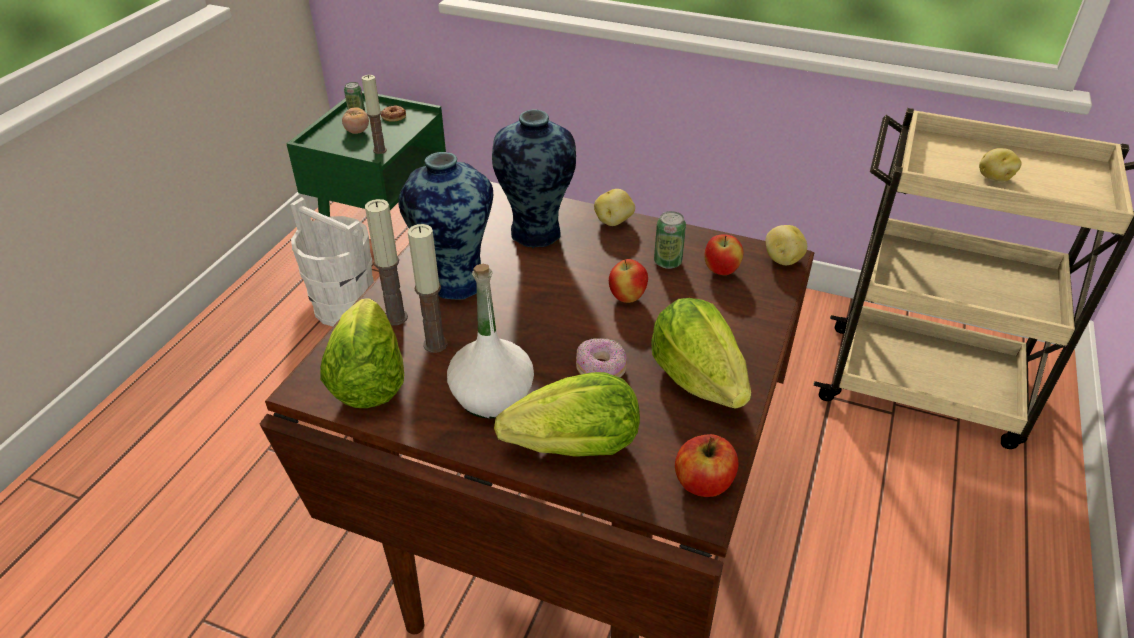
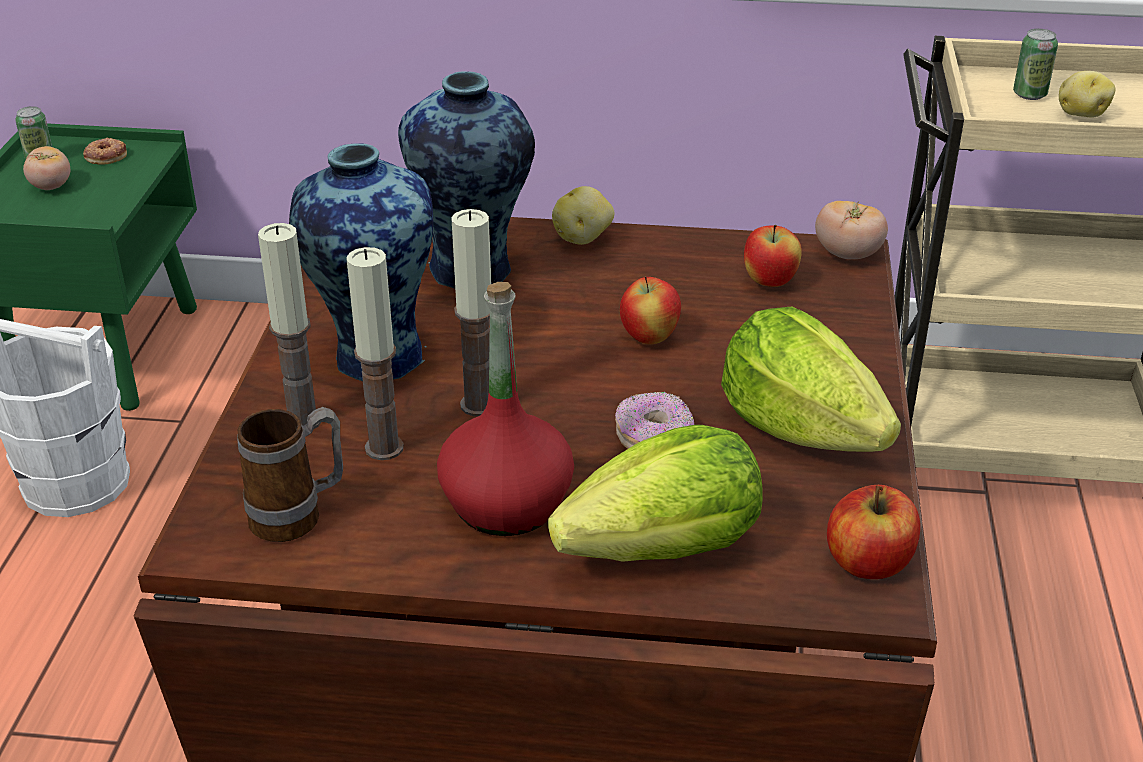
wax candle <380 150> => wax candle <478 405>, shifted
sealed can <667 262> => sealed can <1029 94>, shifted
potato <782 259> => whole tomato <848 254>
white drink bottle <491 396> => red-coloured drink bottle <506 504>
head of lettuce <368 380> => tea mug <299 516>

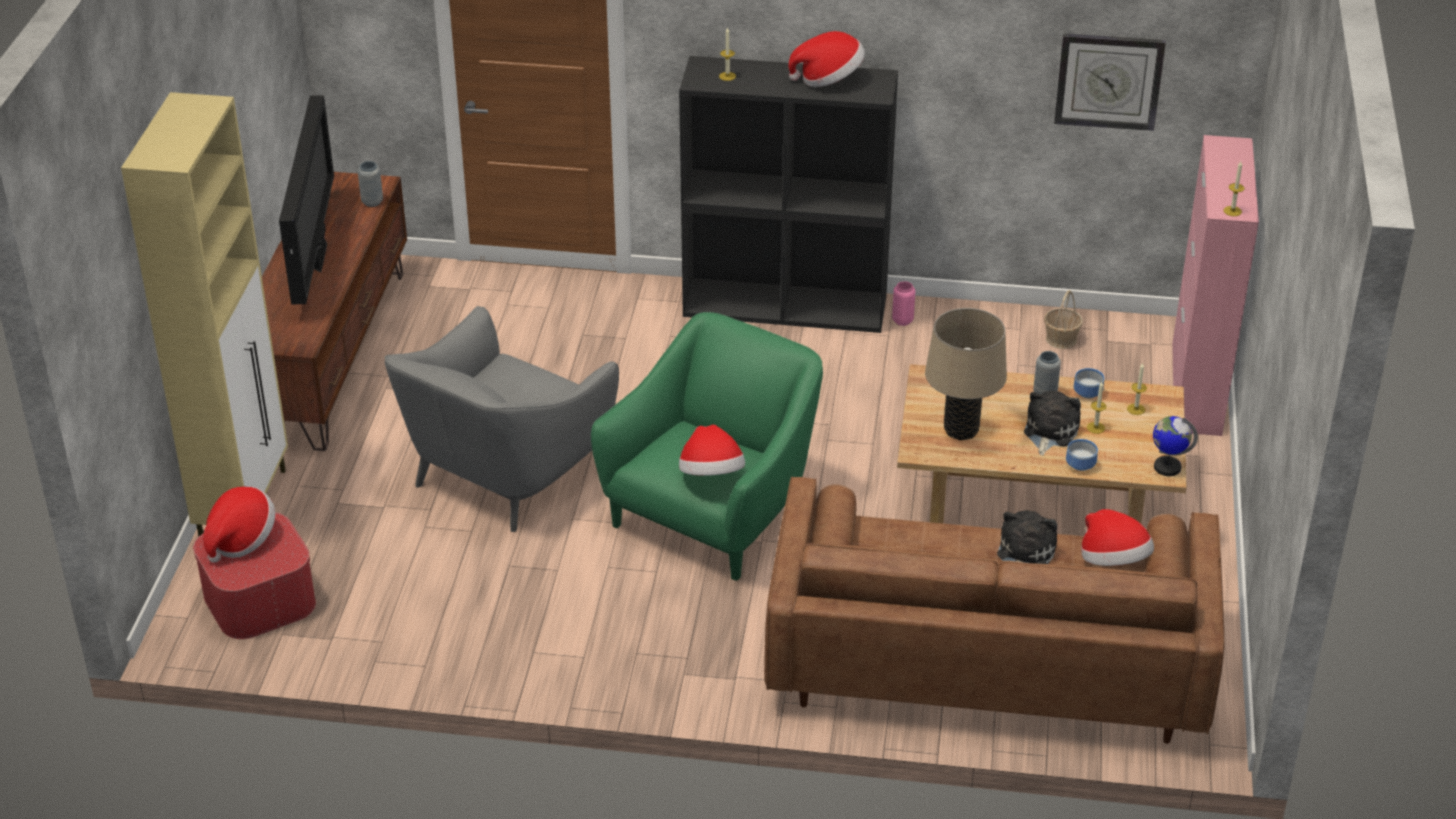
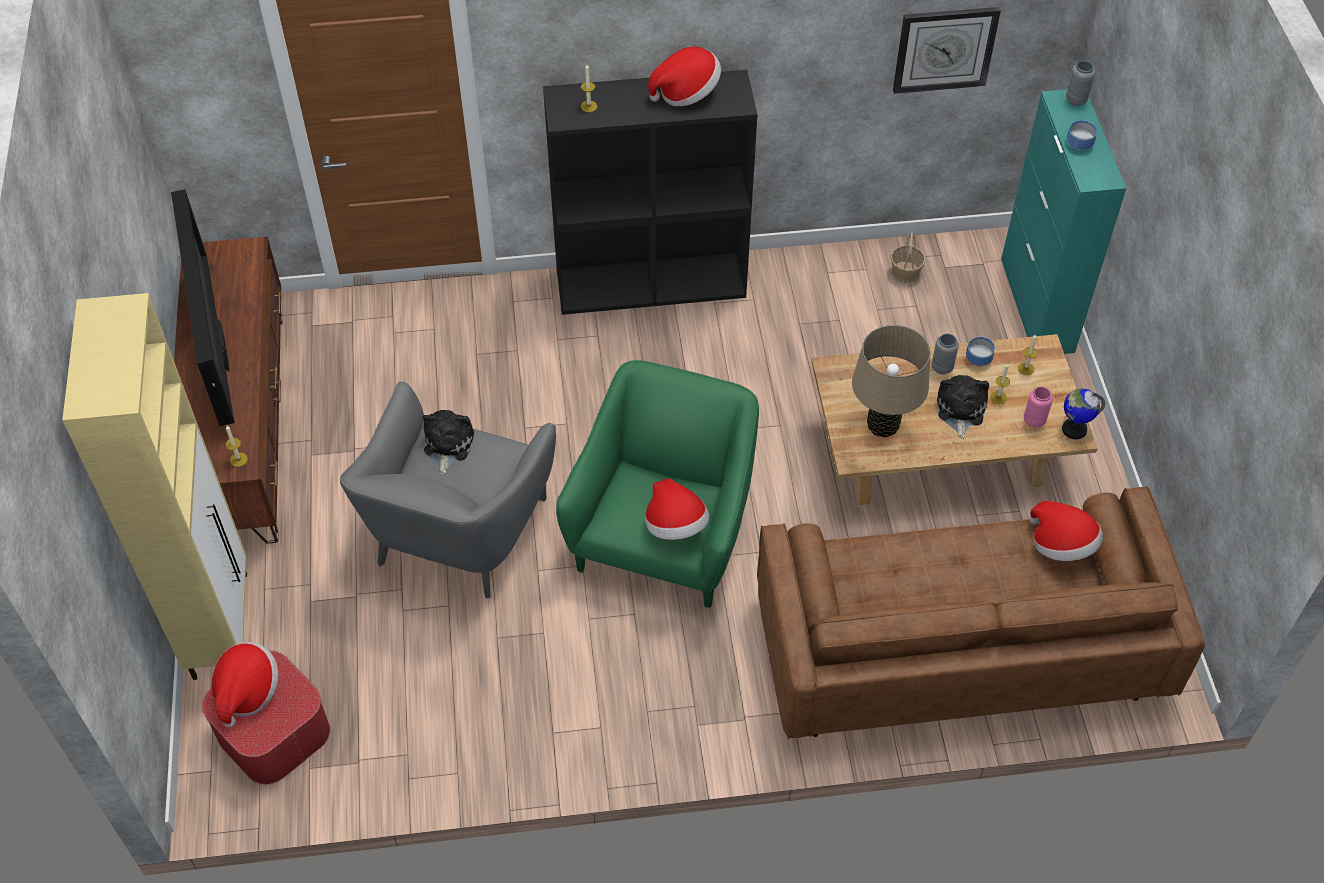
pink-coloured cabinet <1196 389> => turquoise-coloured cabinet <1037 305>
grey decorative vase <372 202> => grey decorative vase <1076 100>, shifted
wax candle <1232 211> => wax candle <238 459>, shifted
pink-coloured decorative vase <902 321> => pink-coloured decorative vase <1034 421>, shifted
bowl <1079 465> => bowl <1078 145>, shifted
plush toy <1024 554> => plush toy <447 445>, shifted

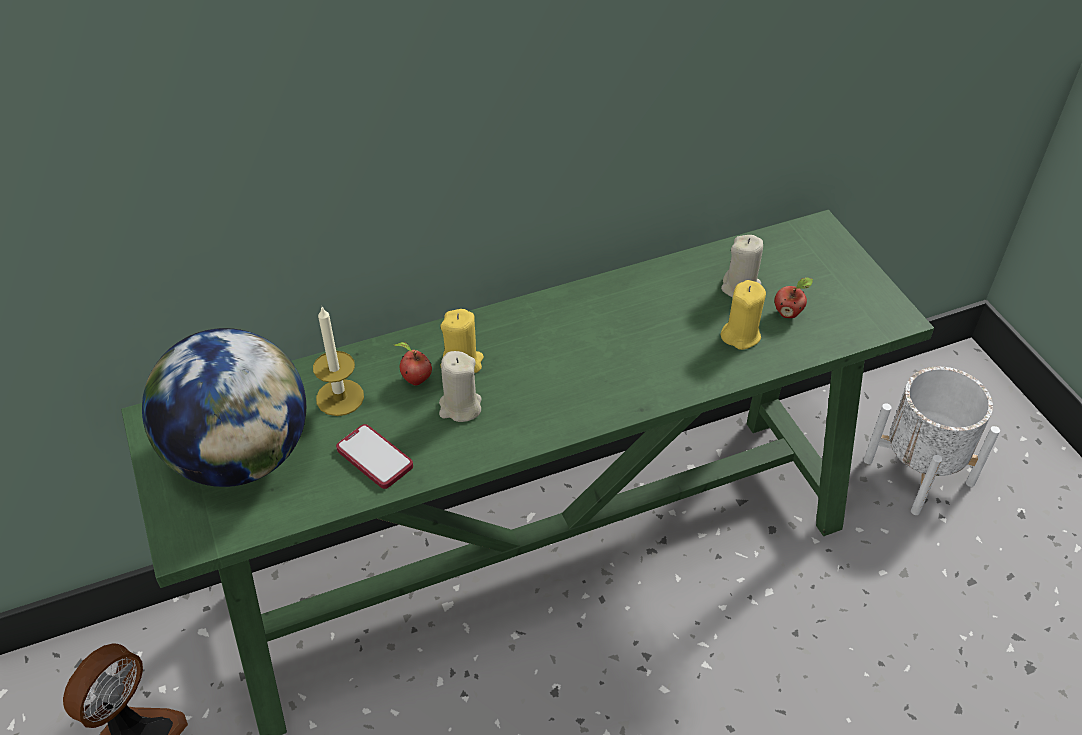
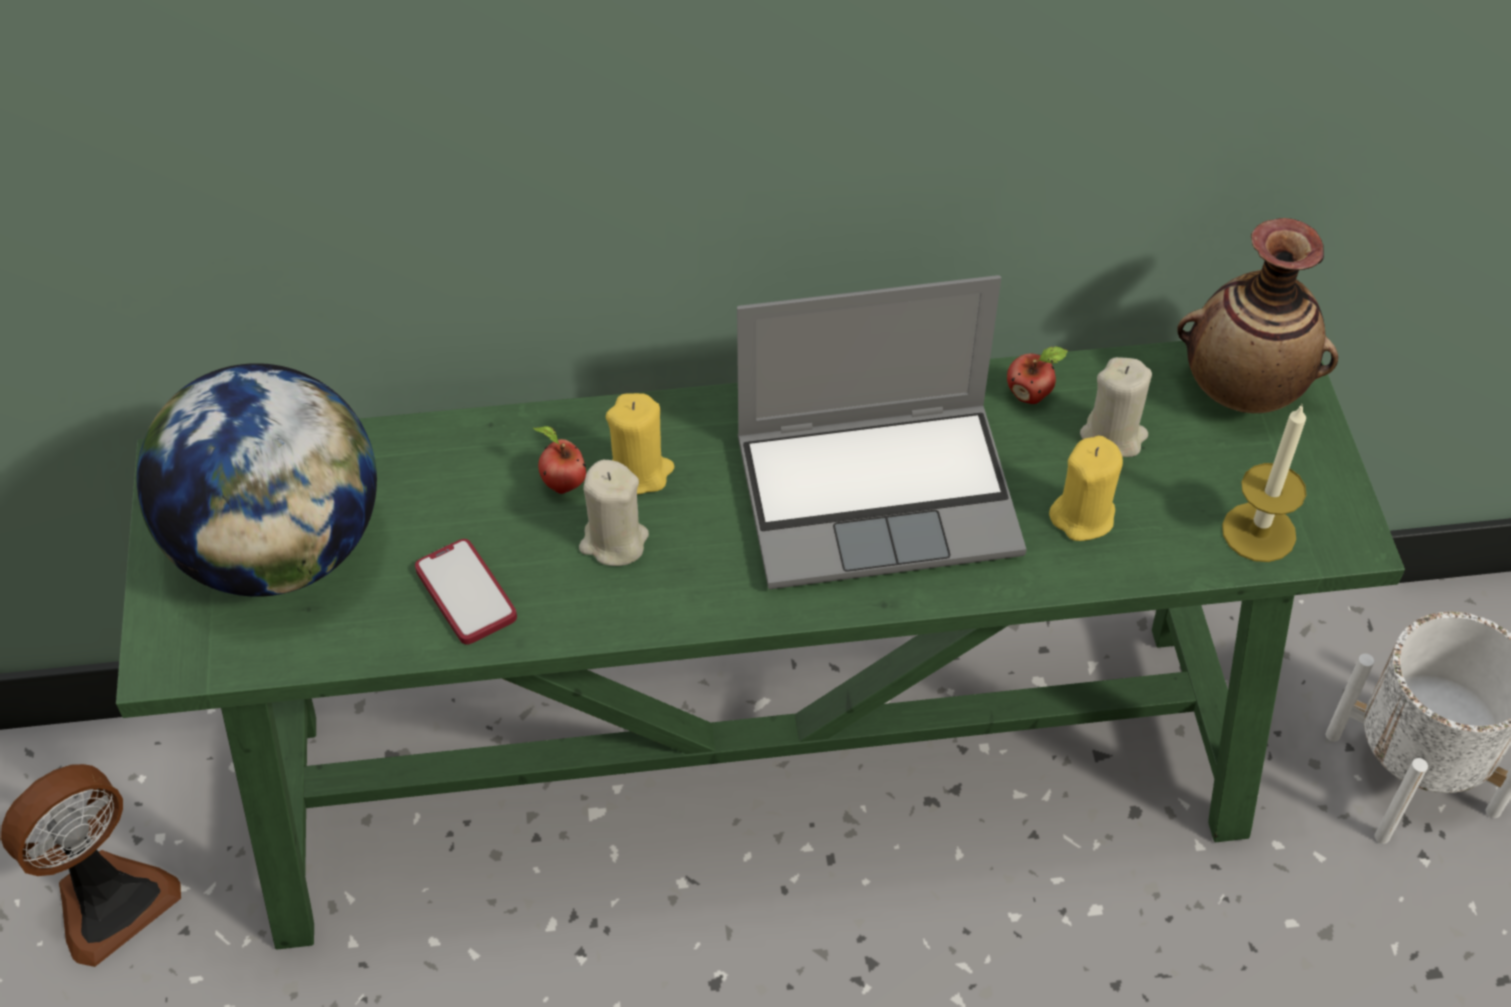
apple <788 313> => apple <1031 395>, shifted
wax candle <340 397> => wax candle <1259 532>, shifted
nothing => decorative vase <1243 389>
nothing => portable computer <880 494>

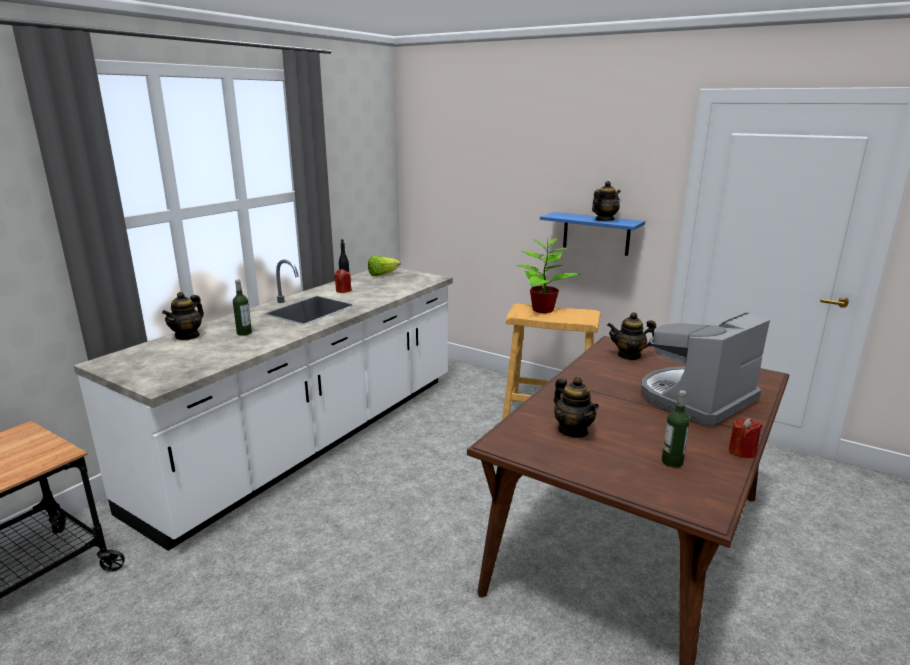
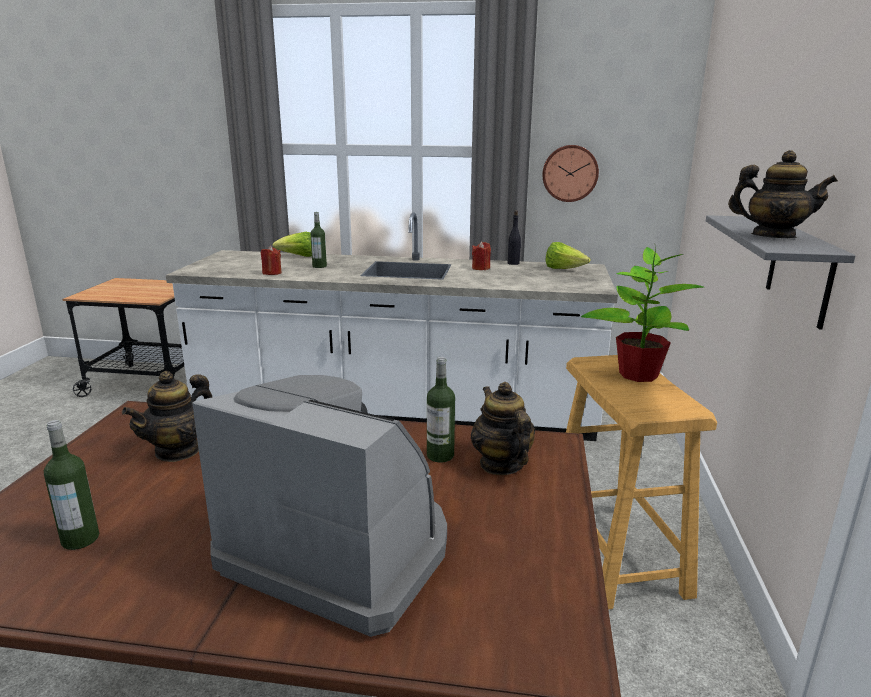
bluish wall shelf <596 233> => grey wall shelf <799 270>
teapot <187 336> => head of lettuce <298 256>
red-coloured wax candle <742 452> => red-coloured wax candle <272 273>, shifted
nothing => clock on the wall <570 173>
nothing => drink bottle <440 455>

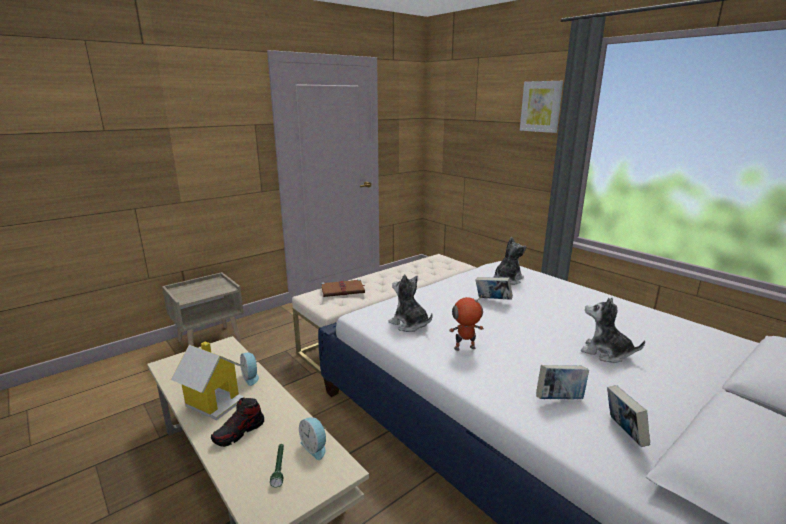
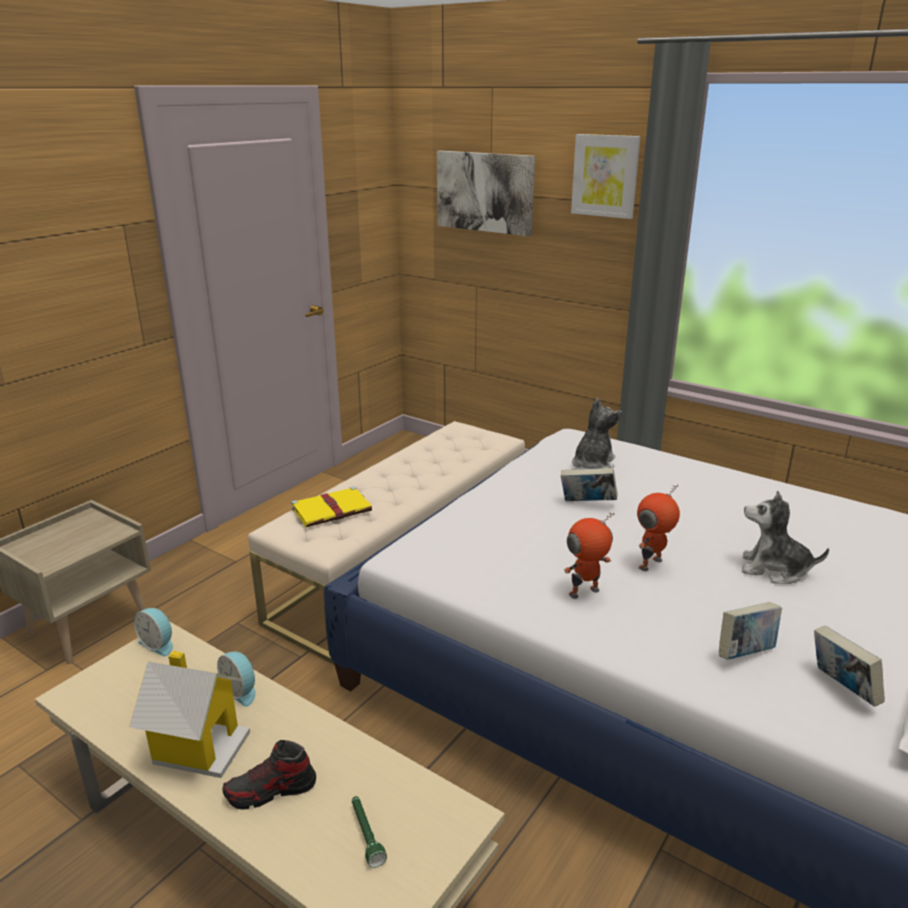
plush toy <409 324> => nothing
brown-coloured book <343 290> => yellowish book <333 510>
item of footwear <239 432> => item of footwear <271 790>, 45 degrees clockwise
alarm clock <315 447> => alarm clock <158 644>, shifted
nothing => wall art <485 192>
nothing => robot figure <652 565>

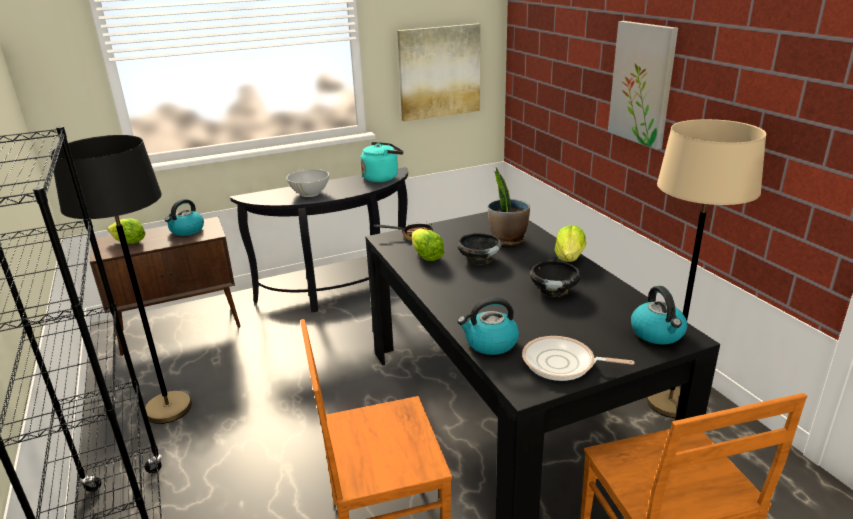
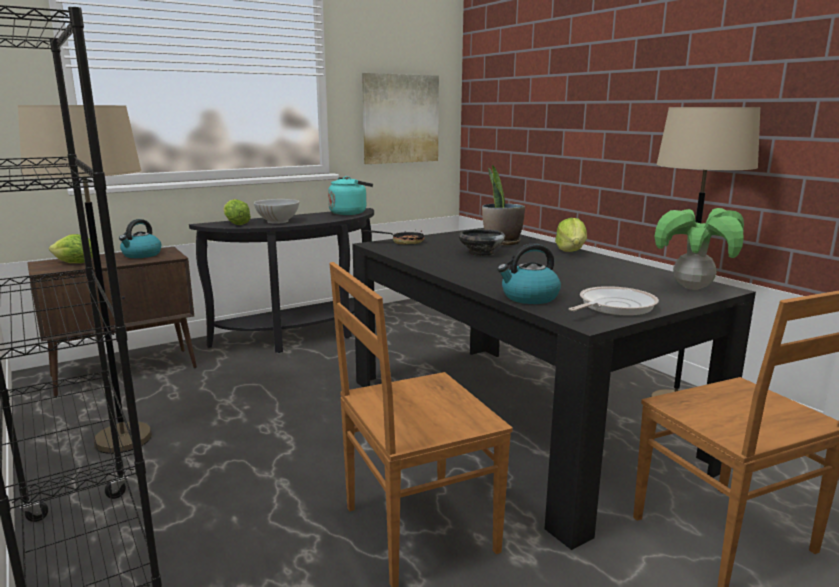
wall art <642 83> => nothing
black floor lamp <168 408> => beige-coloured floor lamp <123 439>
head of lettuce <426 256> => head of lettuce <236 224>, shifted
black bowl <554 290> => nothing
kettle <658 333> => plant in a pot <692 287>
skillet <562 364> => skillet <613 307>, 135 degrees clockwise

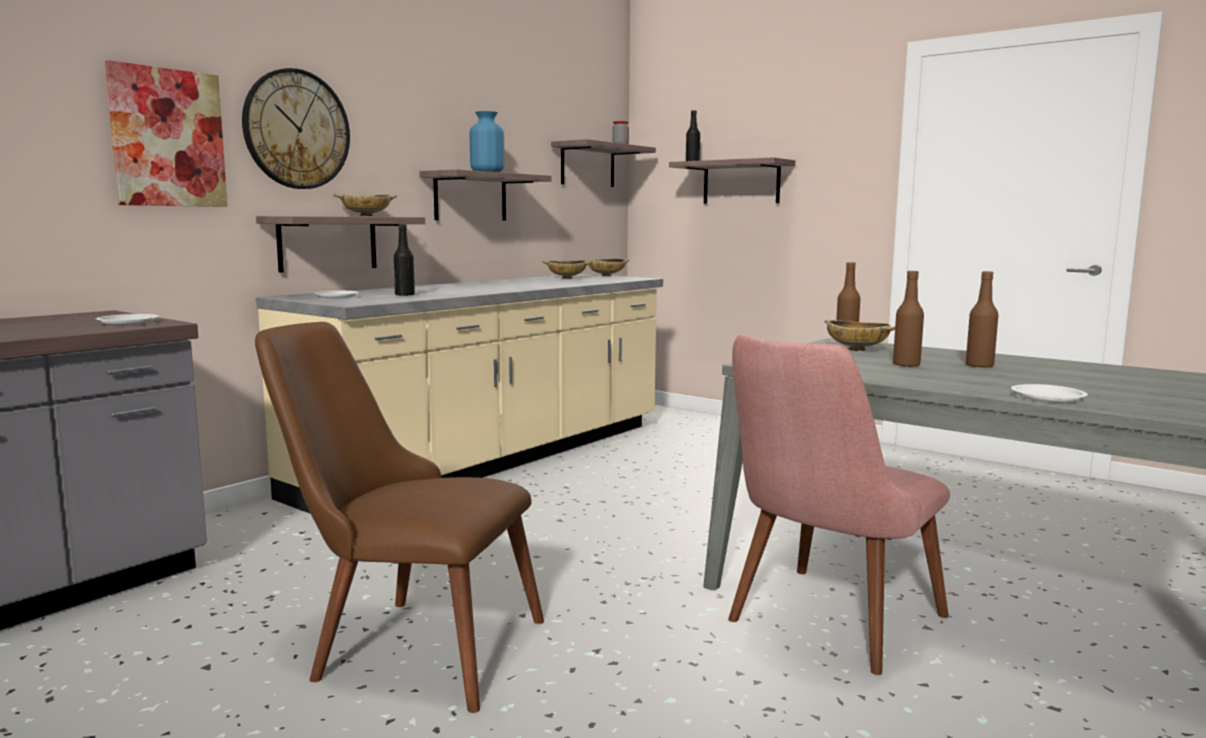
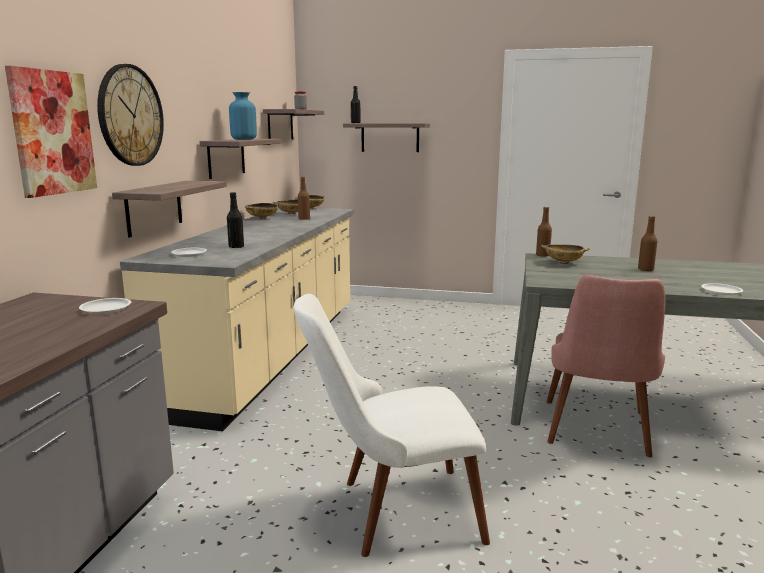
beige-coloured bowl <366 216> => beige-coloured bowl <262 218>, shifted
brown-coloured drink bottle <906 365> => brown-coloured drink bottle <304 219>, shifted
brown-coloured chair <405 646> => white chair <391 512>

